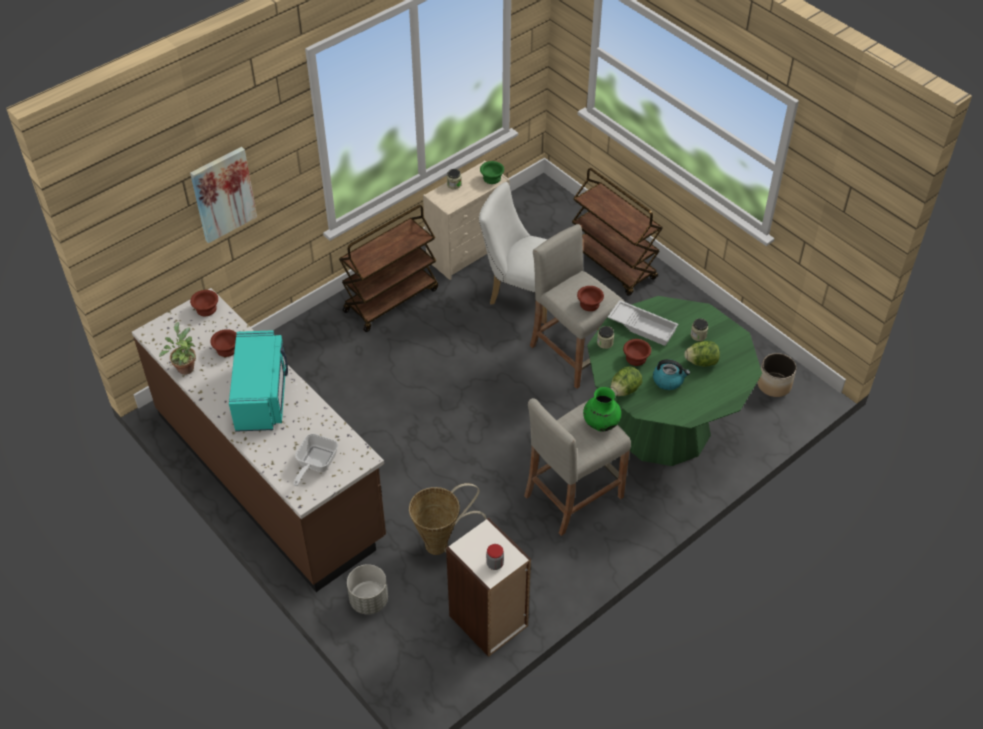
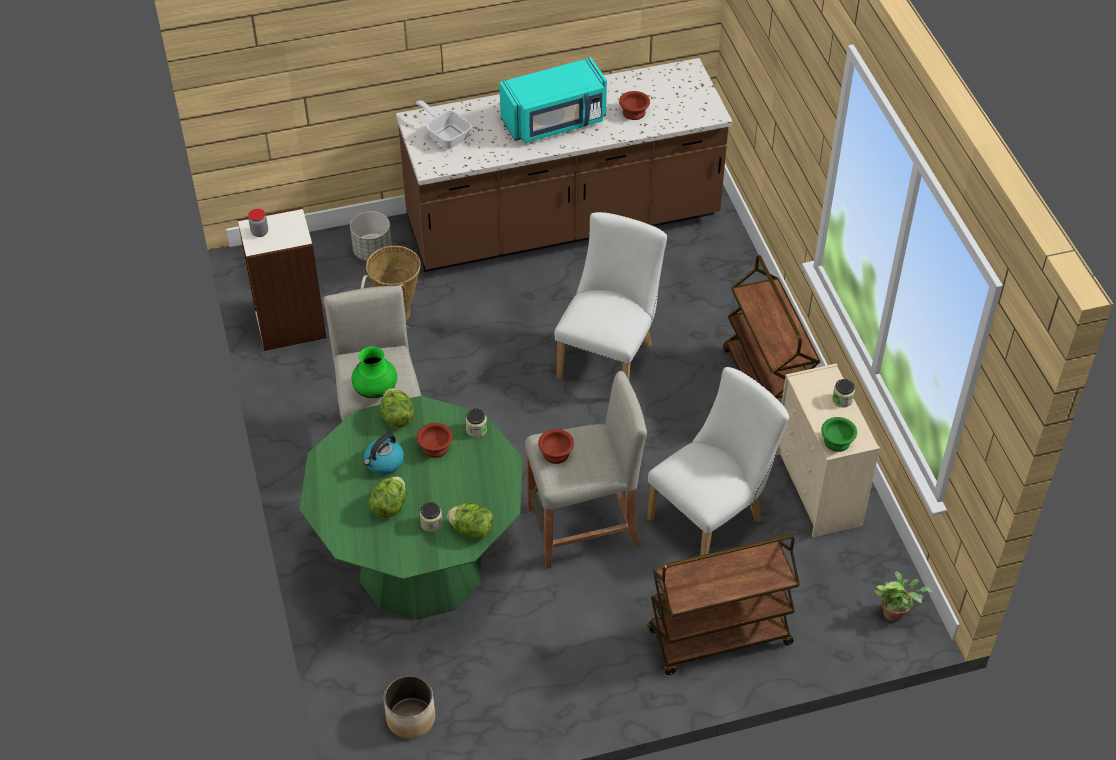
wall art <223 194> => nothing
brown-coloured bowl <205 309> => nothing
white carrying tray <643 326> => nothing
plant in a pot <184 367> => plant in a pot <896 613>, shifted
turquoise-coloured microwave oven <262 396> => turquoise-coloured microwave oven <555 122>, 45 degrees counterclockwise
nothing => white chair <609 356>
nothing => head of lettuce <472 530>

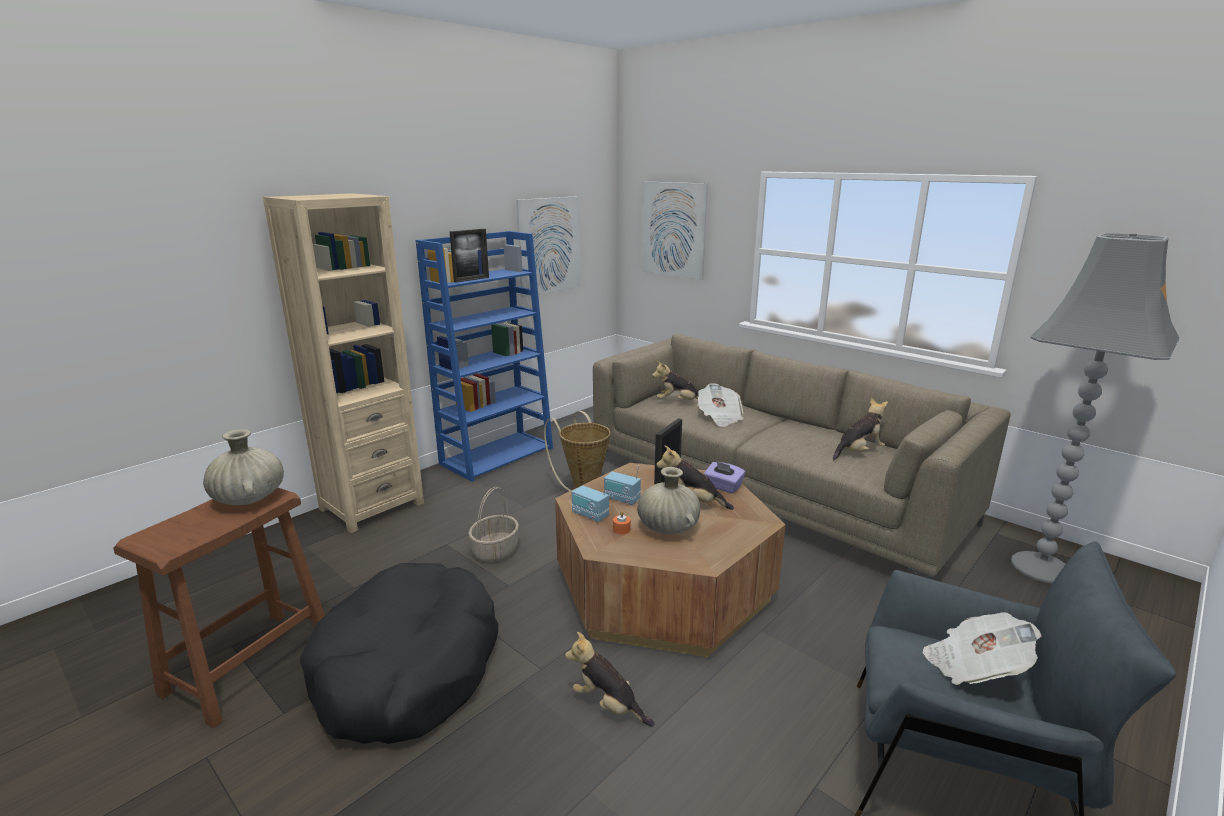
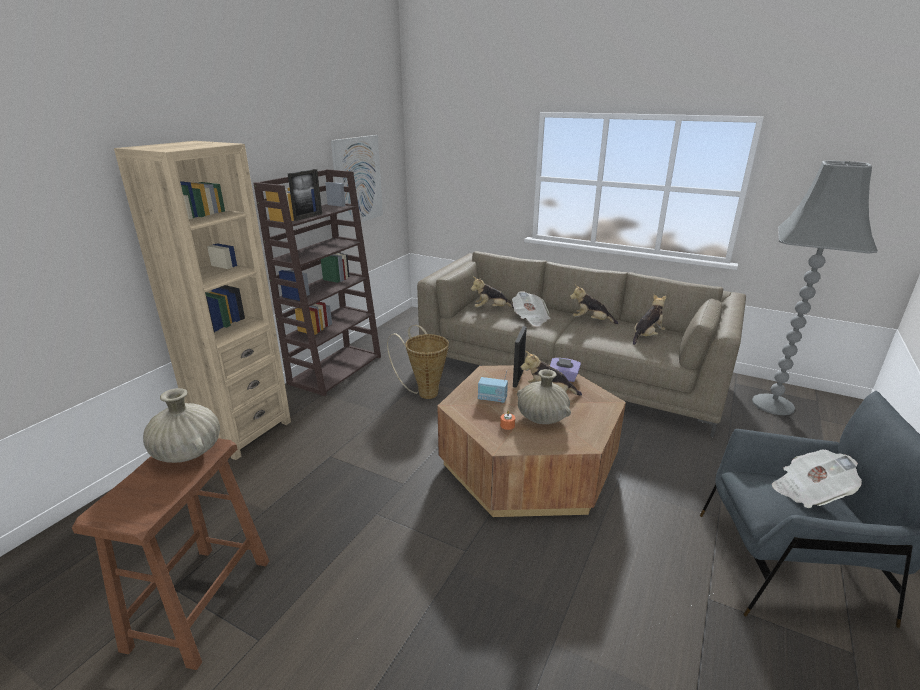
wall art <673 229> => nothing
bluish shelving unit <497 455> => brown-coloured shelving unit <336 369>
radio <590 515> => nothing
storage basket <495 550> => nothing
black dog bed <408 669> => nothing
plush toy <608 705> => plush toy <591 321>, shifted

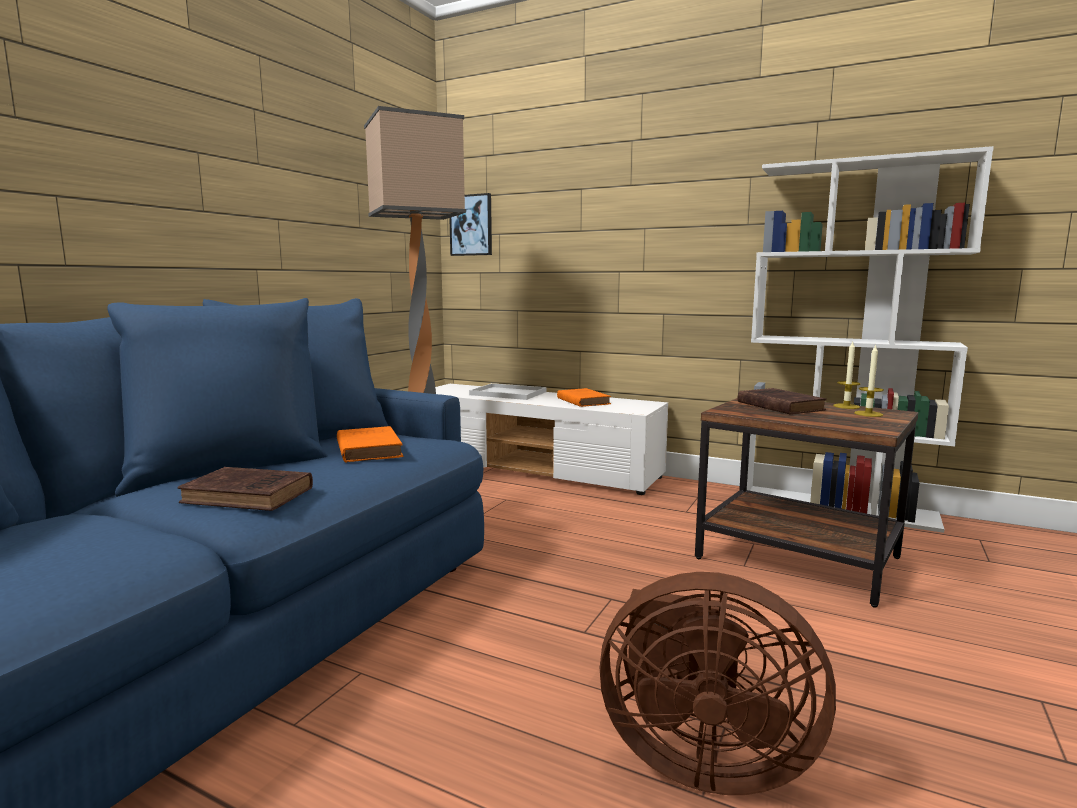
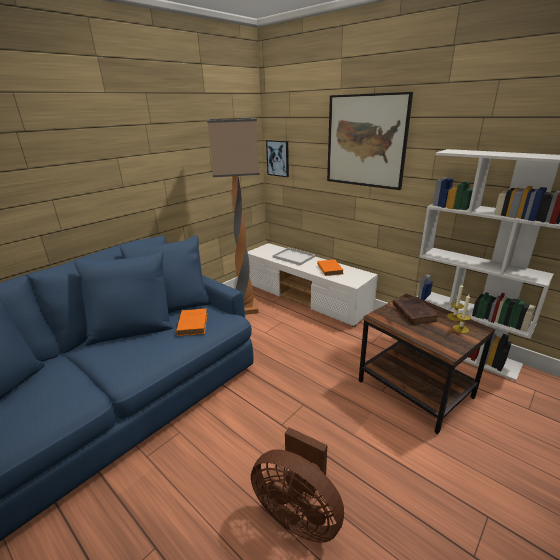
brown-coloured book <251 495> => nothing
nothing => wall art <366 141>

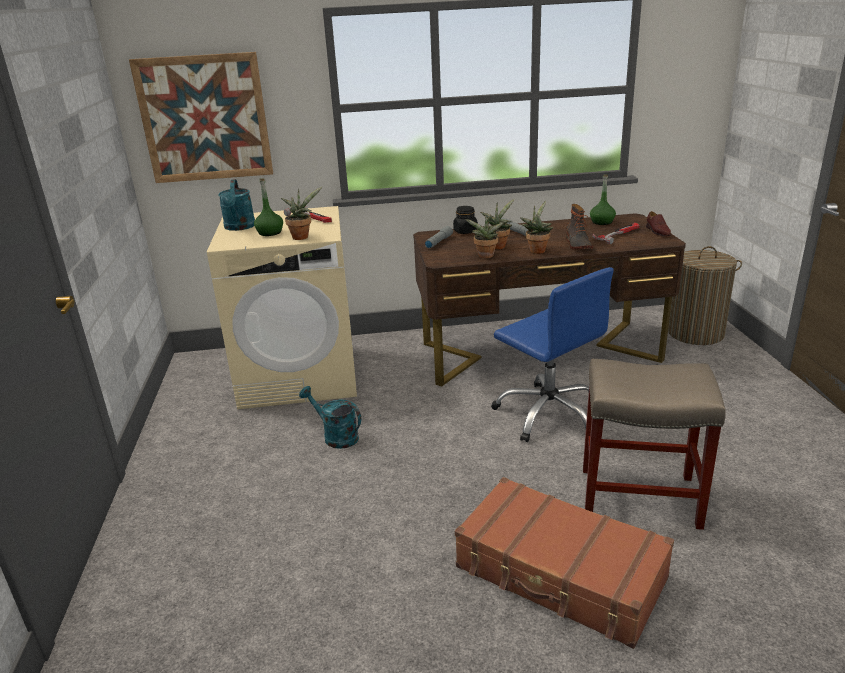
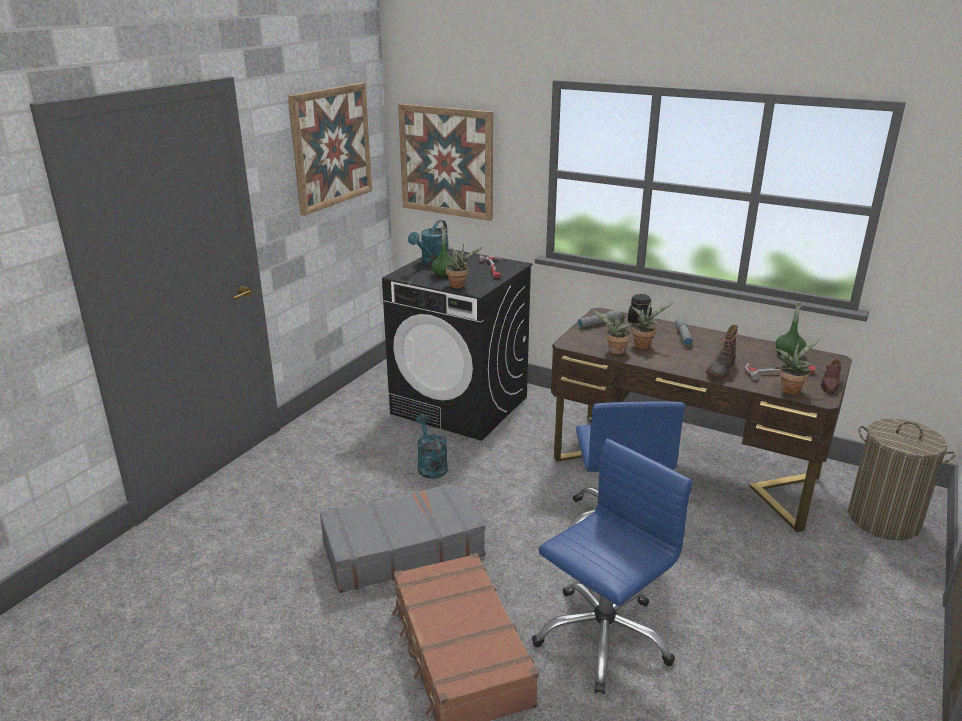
plant in a pot <536 250> => plant in a pot <791 389>, shifted
beige-coloured laundry appliance <300 376> => black laundry appliance <460 405>
beige-coloured sitting stool <641 497> => bluish office chair <602 636>
nothing => wall art <332 147>
nothing => grey piece of luggage <402 549>

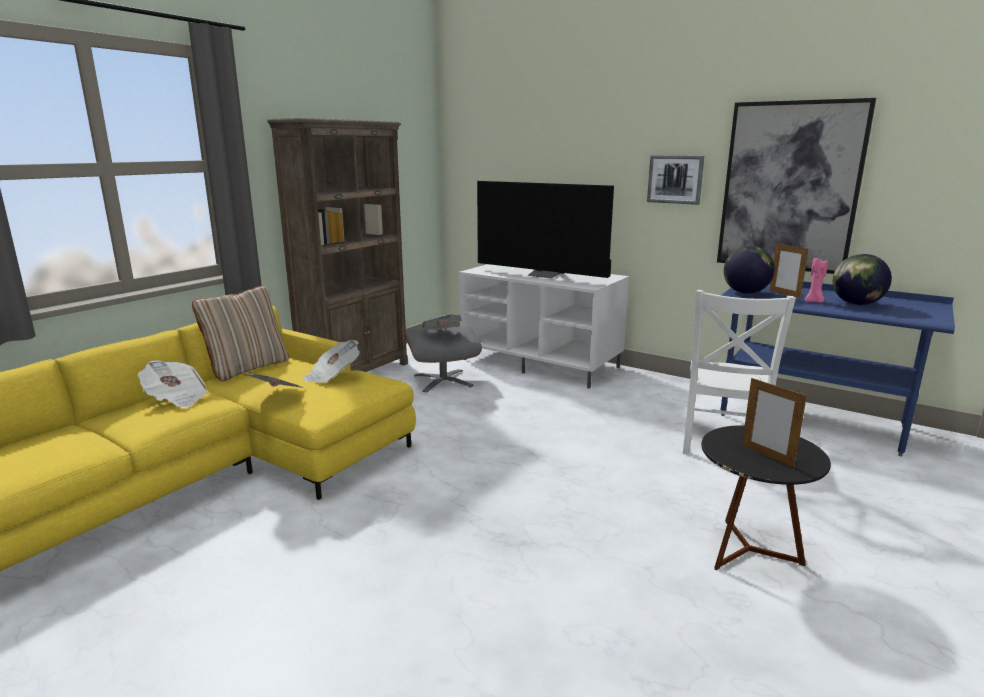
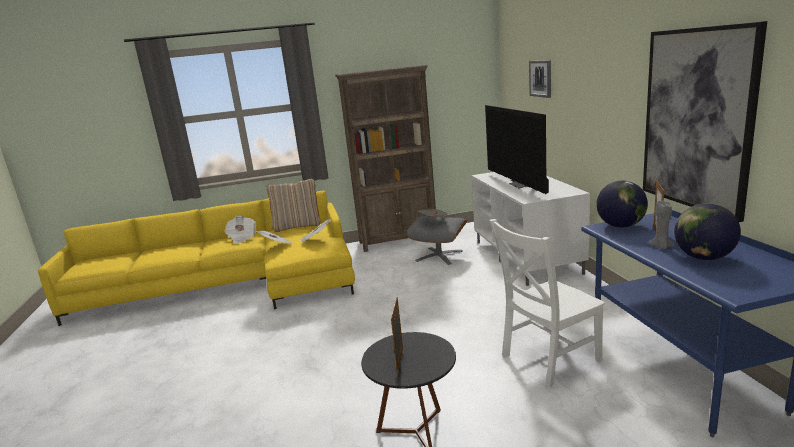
wall art <675 179> => wall art <541 78>, shifted
pink-coloured wax candle <814 302> => grey wax candle <661 247>

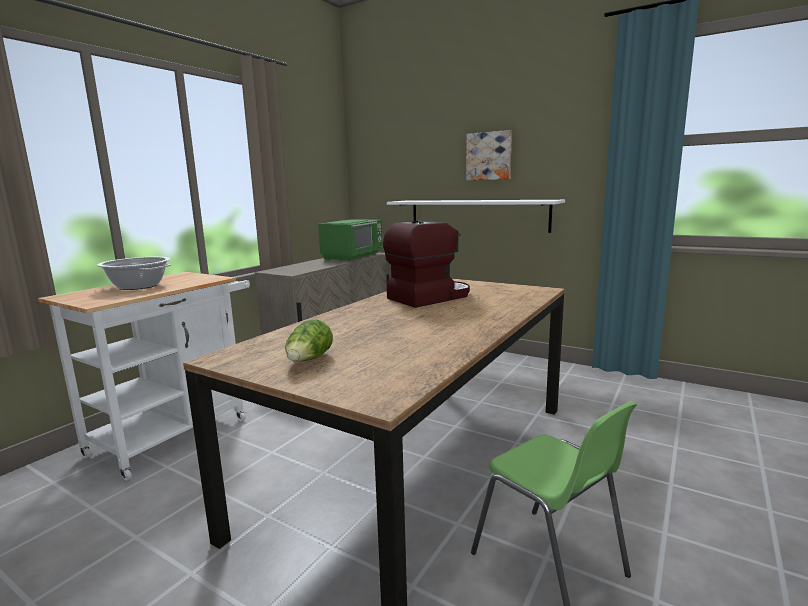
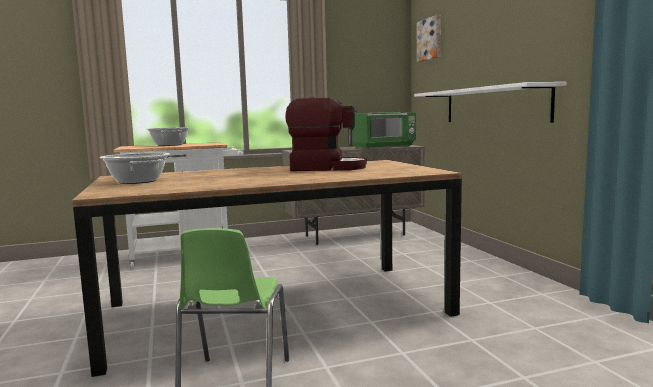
wall art <489 156> => wall art <430 39>, shifted
head of lettuce <309 360> => cooking pot <138 181>

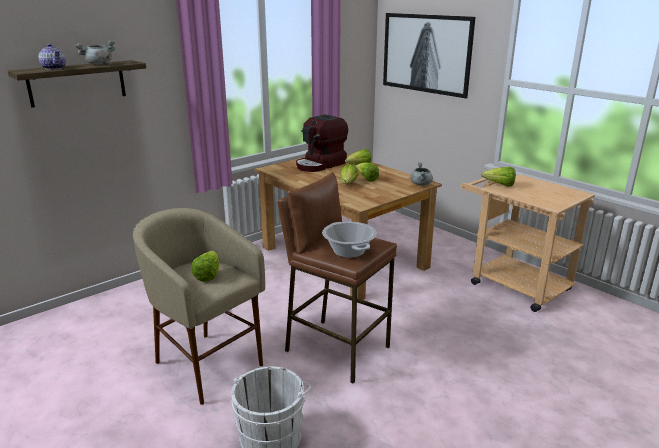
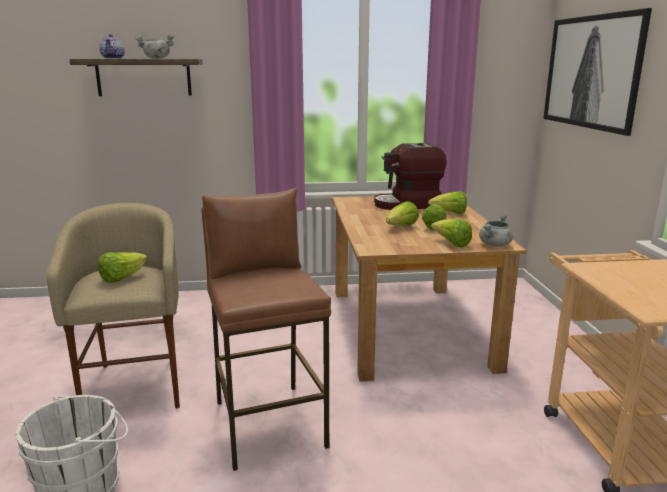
head of lettuce <500 185> => head of lettuce <451 244>, shifted
cooking pot <349 251> => nothing

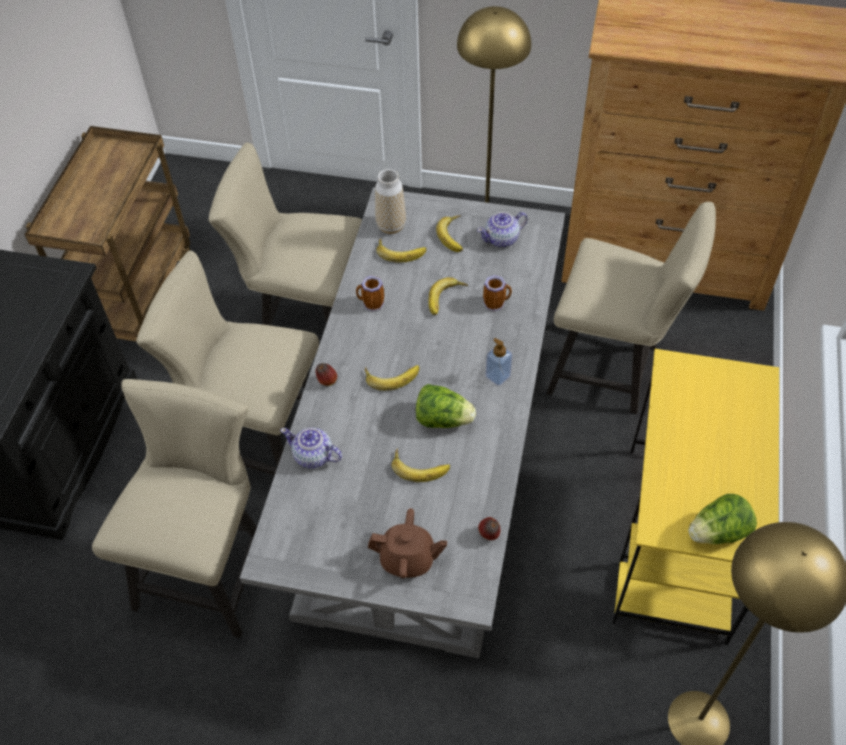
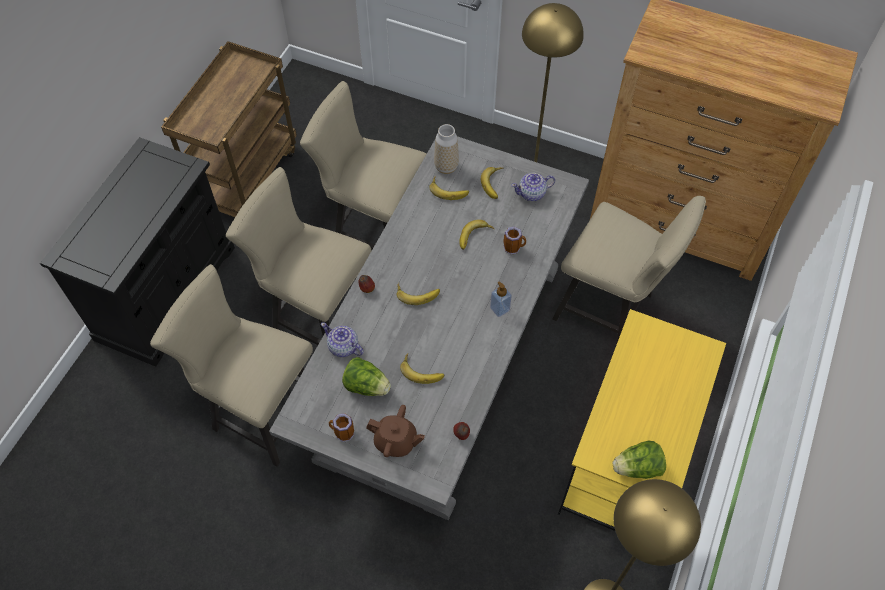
tea mug <371 305> => tea mug <342 433>, shifted
beige-coloured chair <209 568> => beige-coloured chair <260 409>, 90 degrees counterclockwise
head of lettuce <443 419> => head of lettuce <366 386>, shifted

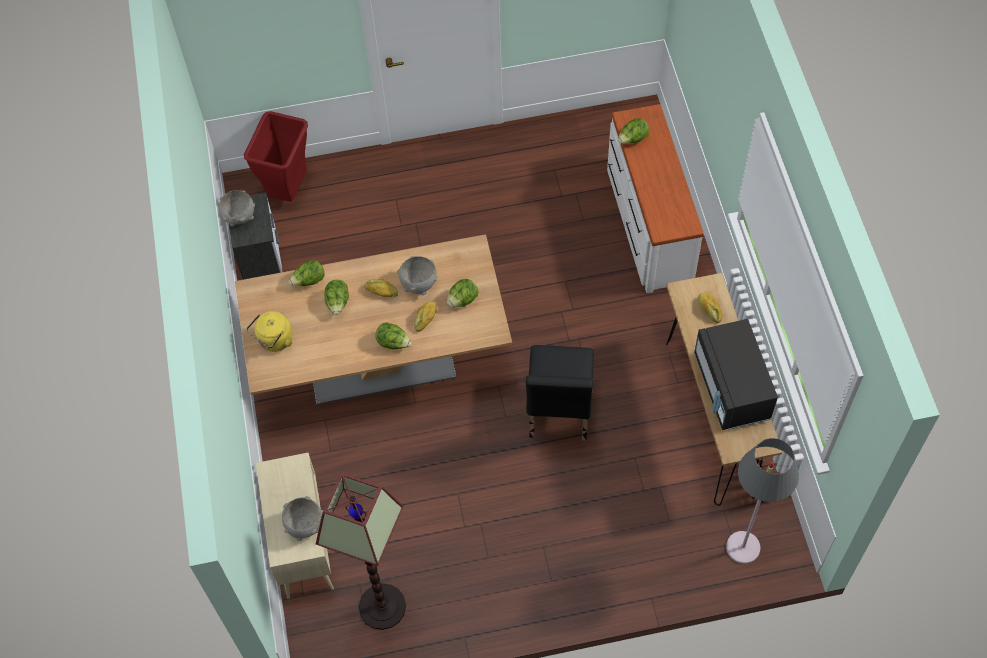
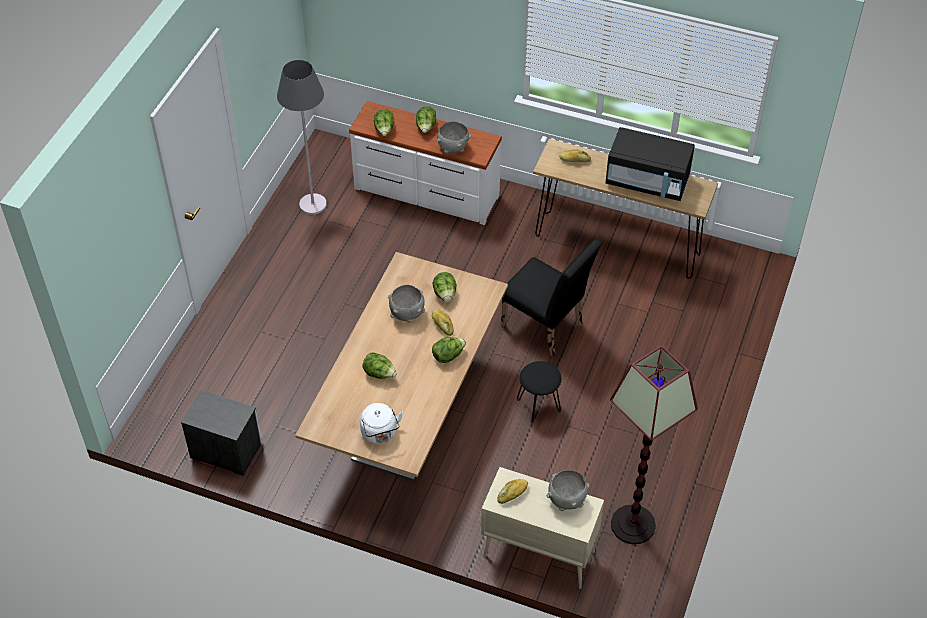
red-coloured waste bin <288 190> => nothing
grey bowl <239 217> => grey bowl <453 148>, shifted
head of lettuce <309 281> => head of lettuce <426 127>, shifted
baked bread <381 291> => baked bread <512 494>, shifted
yellowish kettle <274 341> => white kettle <380 434>
grey floor lamp <743 547> => grey floor lamp <313 204>, shifted
nothing => black sitting stool <538 406>

